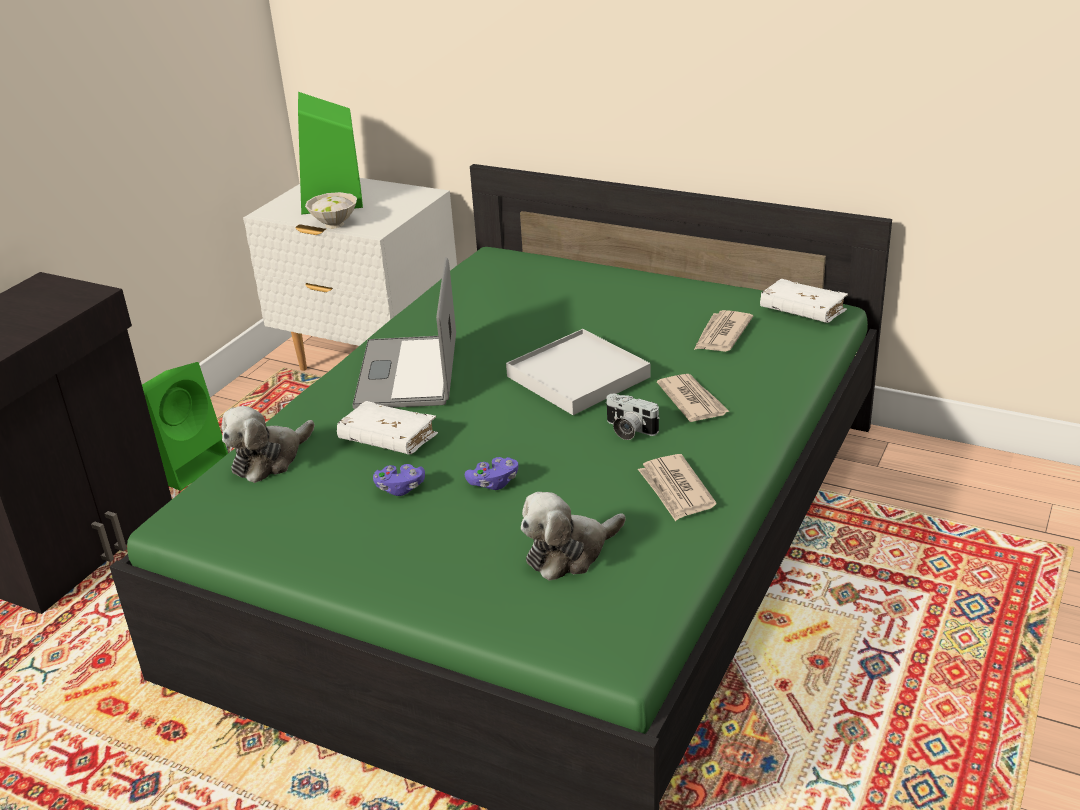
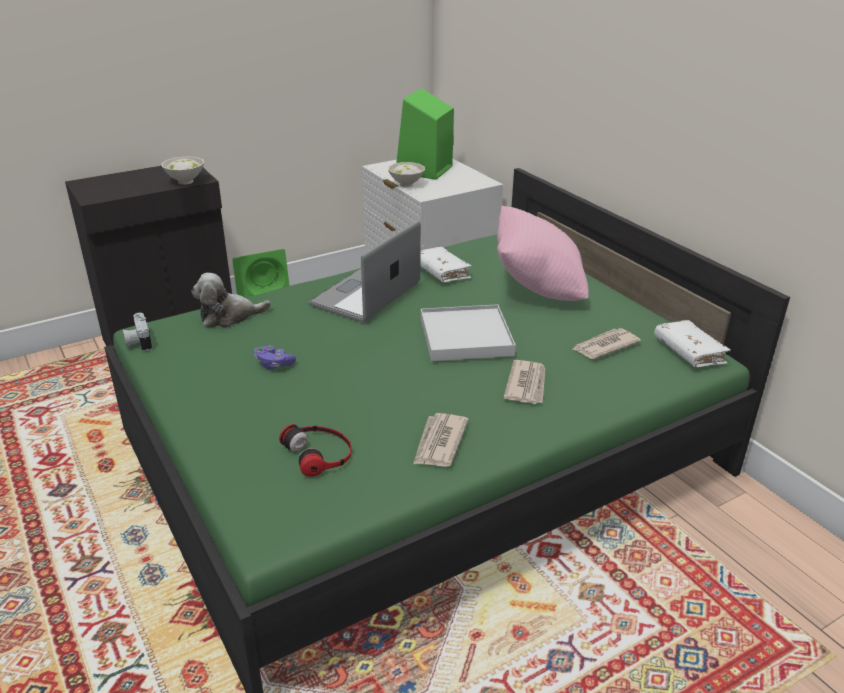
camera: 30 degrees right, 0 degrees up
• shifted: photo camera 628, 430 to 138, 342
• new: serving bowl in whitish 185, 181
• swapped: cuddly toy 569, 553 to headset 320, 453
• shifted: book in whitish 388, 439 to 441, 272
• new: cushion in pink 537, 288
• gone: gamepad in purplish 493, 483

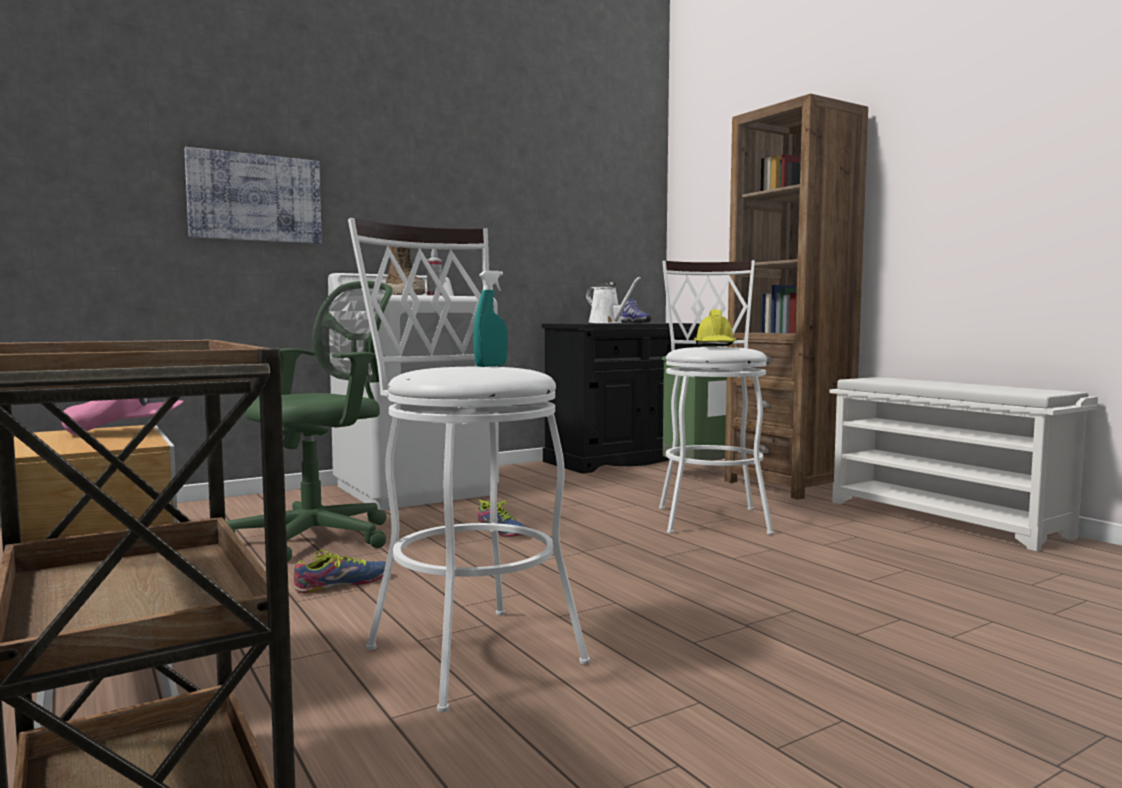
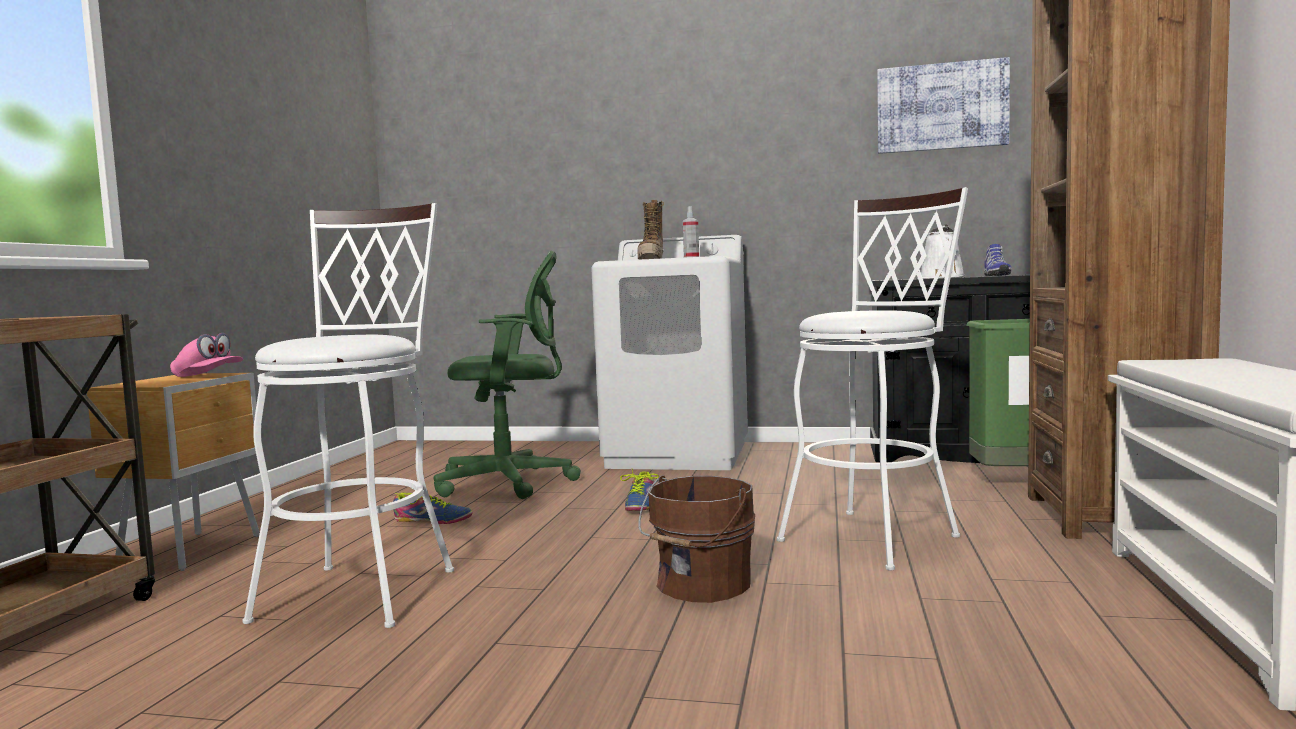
camera: 45 degrees right, 0 degrees up
• new: pail in brown-coloured 700, 585
• shifted: wall picture 255, 198 to 941, 107
• gone: sprayer in turquoise-coloured 491, 366
• gone: work helmet in yellow 715, 347

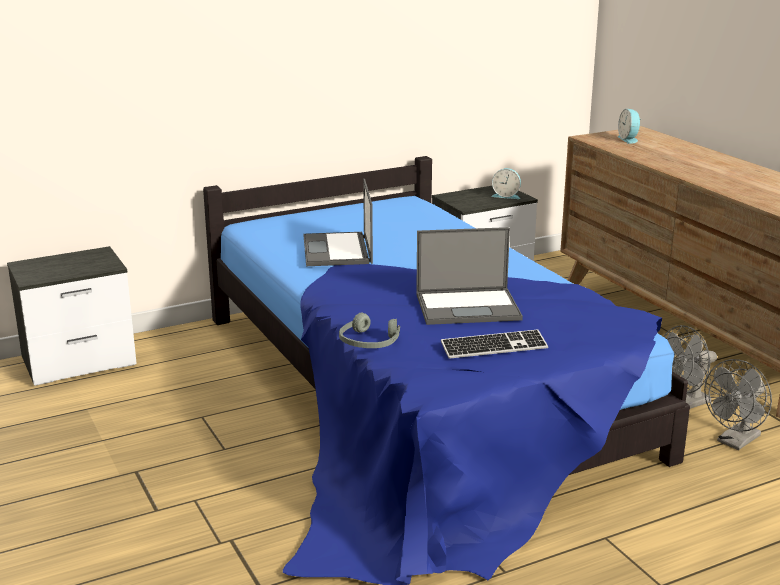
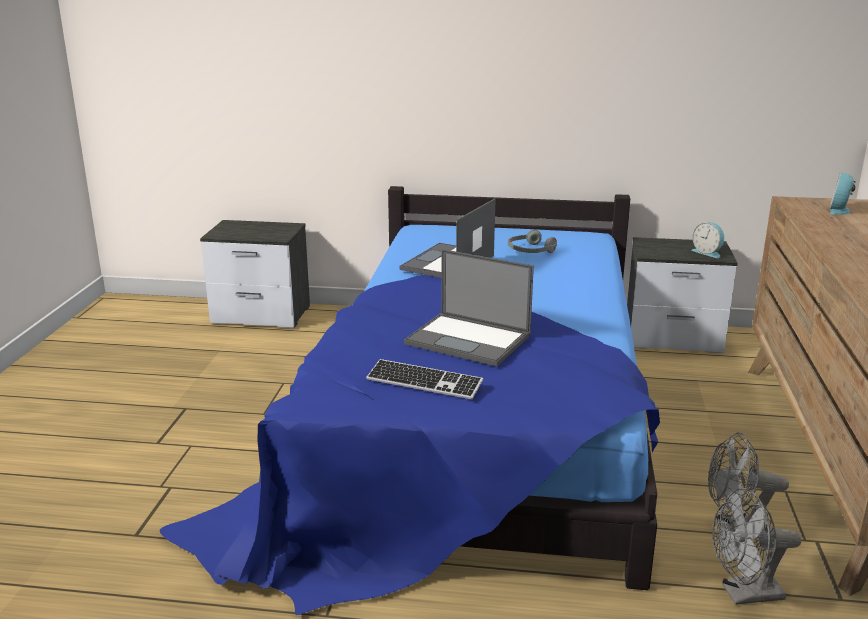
camera: 35 degrees right, 0 degrees up
• shifted: headset in greyish 369, 342 to 530, 250

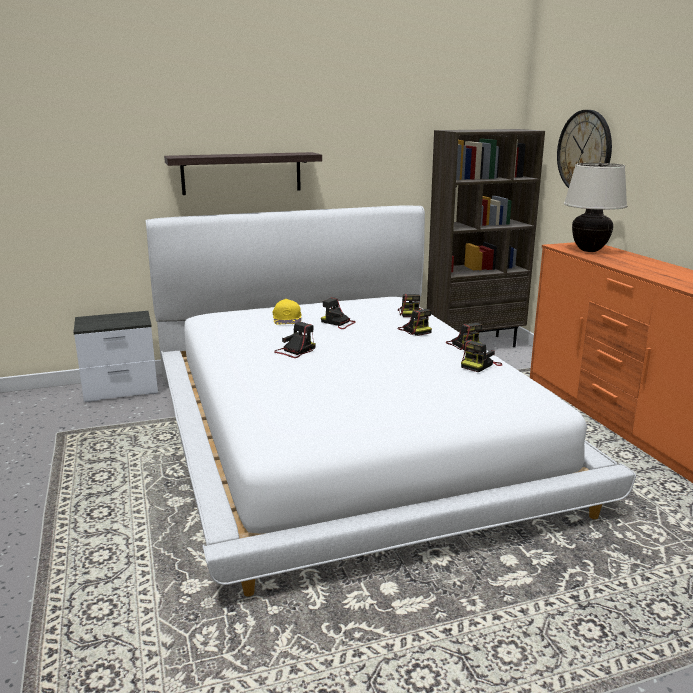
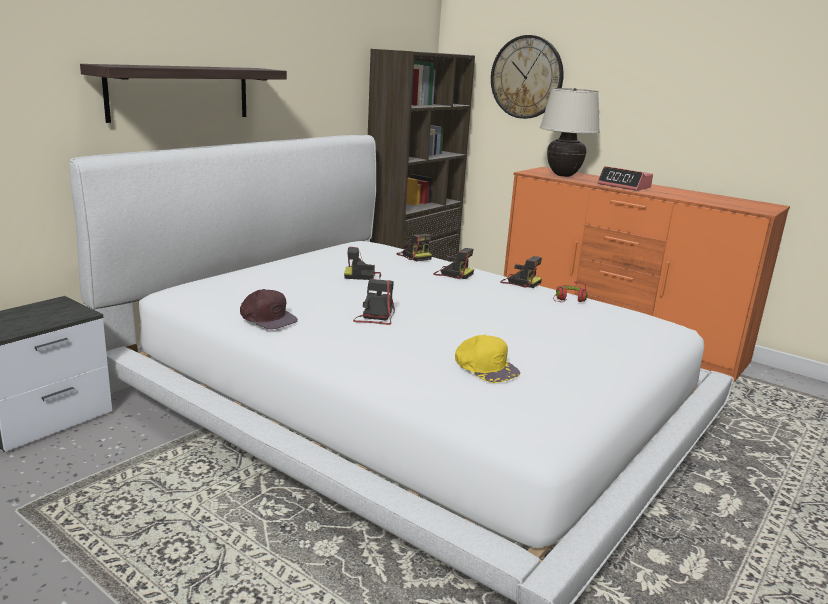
camera: 35 degrees left, 0 degrees up
• new: cap in brown-coloured 267, 318
• shifted: cap in yellow 287, 318 to 485, 367
• swapped: photo camera 480, 365 to headset in red-coloured 568, 300
• new: alarm clock 624, 186

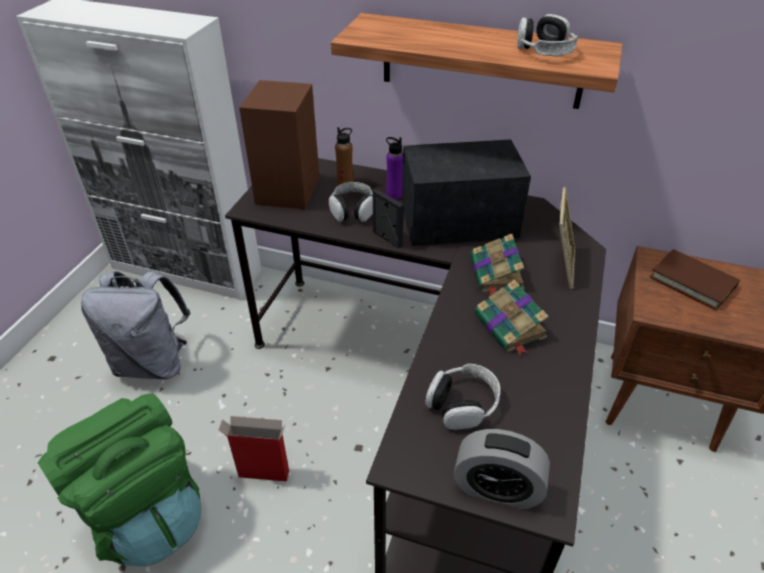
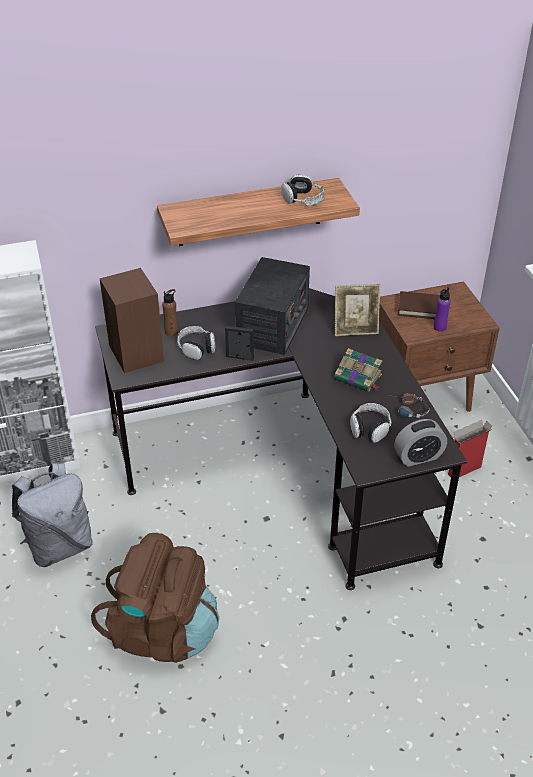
camera: 35 degrees left, 0 degrees up
• repainted: rucksack in green-coloured 145, 513 to rucksack in brown-coloured 163, 631
• rotated: radio set 459, 221 = 272, 326 150 degrees clockwise
• rotated: standing frame 560, 266 = 355, 330 105 degrees clockwise
• new: headset 406, 410
• shifted: bottle in purplish 394, 194 to 439, 327
• shifted: carton 262, 474 to 463, 471
• gone: book 496, 274

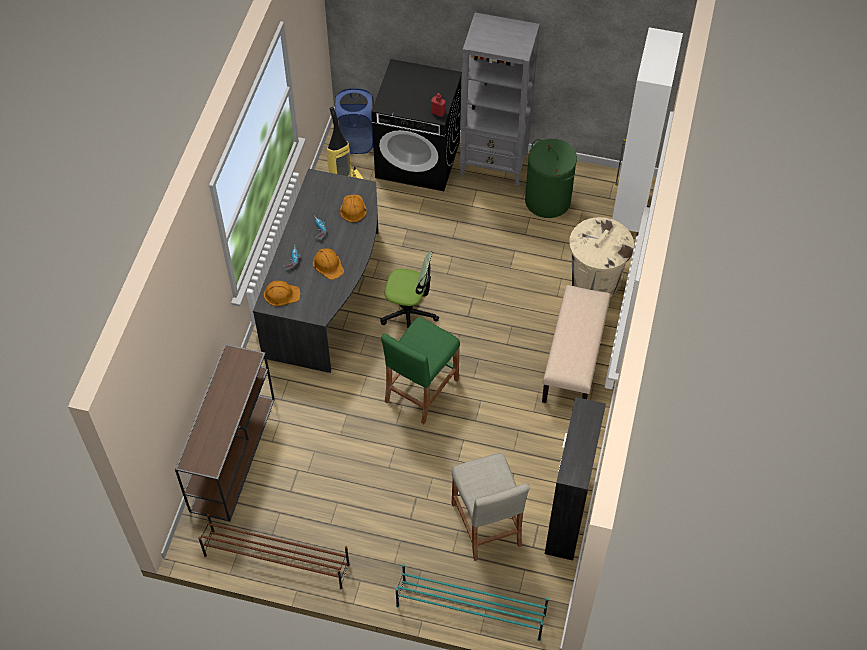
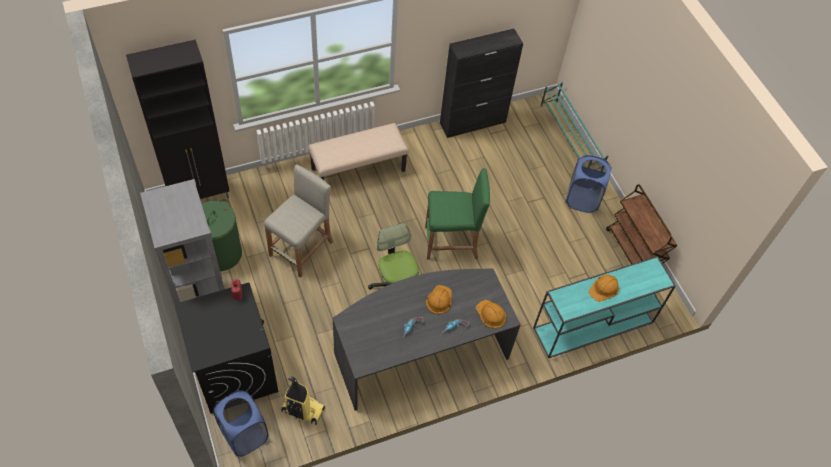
camera: 130 degrees left, 0 degrees up
• repainted: cupboard in whitish 629, 214 to cupboard in blackish 200, 196
• shifted: stool in sand-coloured 486, 524 to 301, 249
• repainted: narrow table in brown-coloured 233, 453 to narrow table in turquoise-coloured 592, 326
• new: hamper in bluish 582, 199
• shifted: work helmet in orange 353, 208 to 604, 289
• swapped: shoe stand in brown-coloured 276, 559 to cart in brown-coloured 633, 251
• gone: rubbish bin in sand-coloured 594, 282

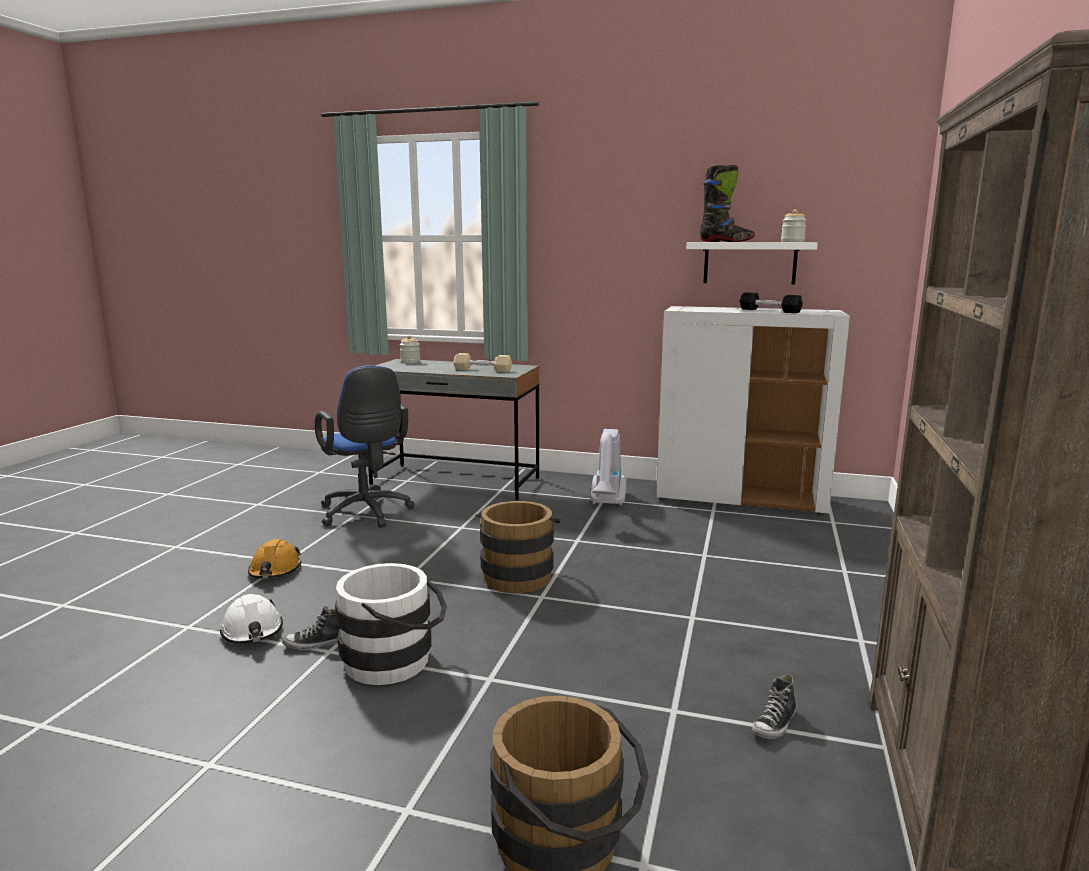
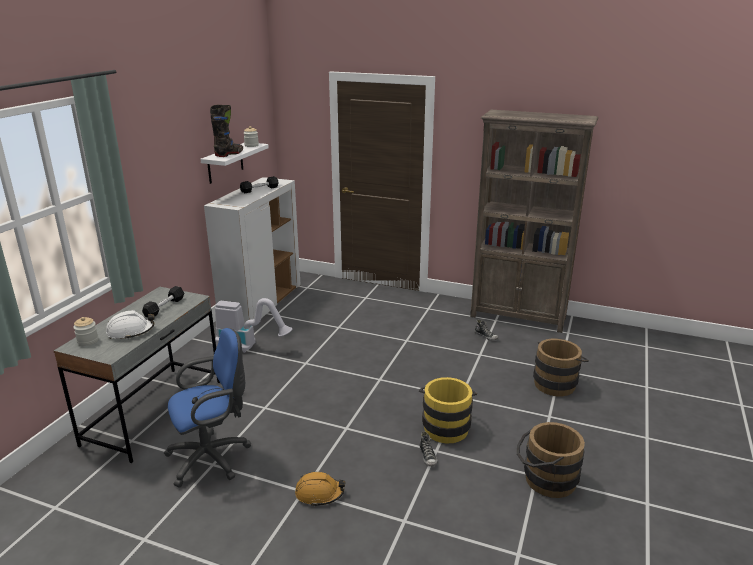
camera: 85 degrees left, 10 degrees up
• shifted: work helmet in whitish 252, 631 to 130, 332
• repainted: free weight in sand-coloured 482, 370 to free weight in blackish 164, 307
• repainted: pail in whitish 396, 660 to pail in yellow 445, 426
• shifted: pail in brown-coloured 518, 574 to 544, 479

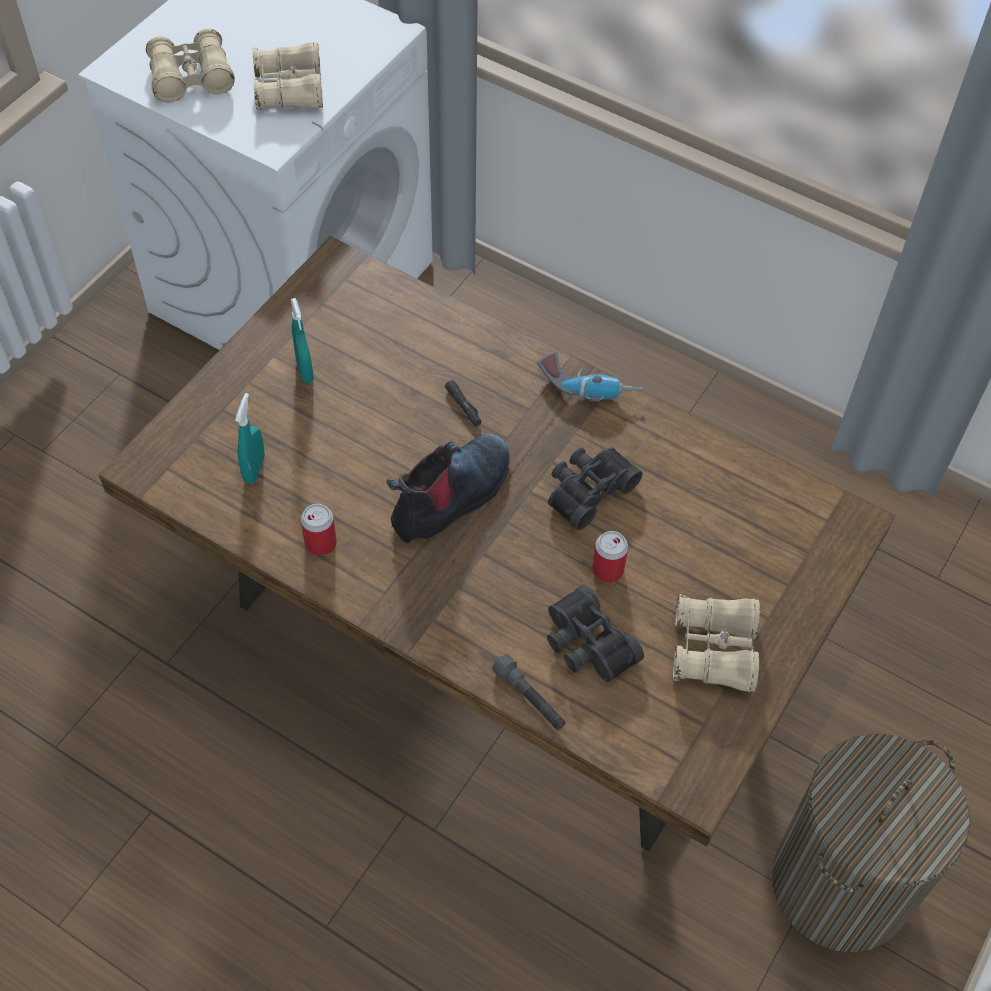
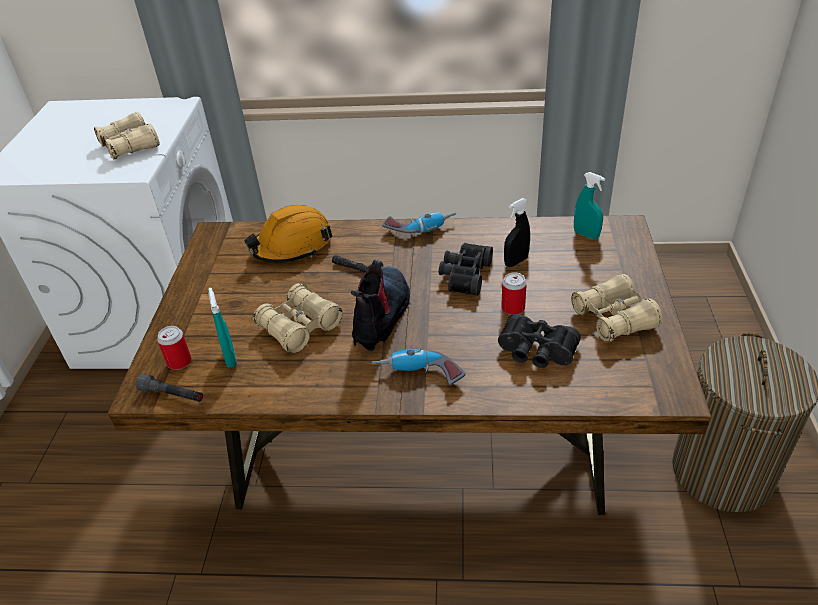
camera: 25 degrees left, 15 degrees down
• shifted: flashlight in greyish 530, 698 to 173, 395
• shifted: metal can 320, 543 to 179, 362
• new: work helmet in orange 292, 246
• shifted: pair of binoculars in sand-coloured 191, 78 to 300, 327
• new: power drill 418, 375
• new: sprayer in blackish 516, 262
• shifted: sprayer in turquoise-coloured 305, 370 to 586, 235

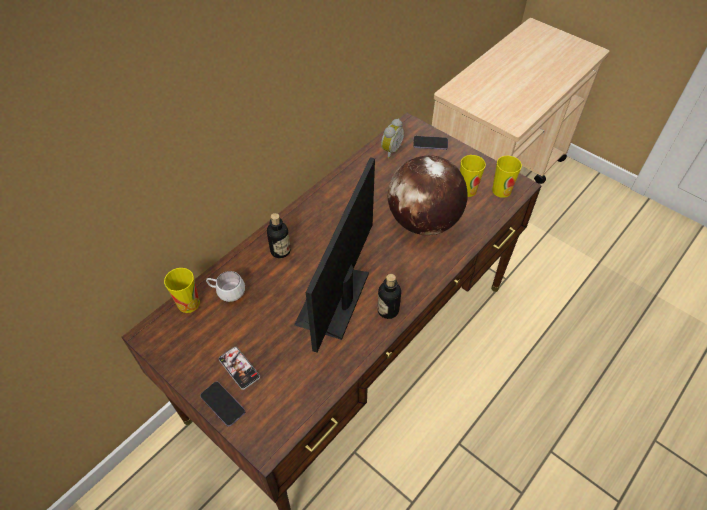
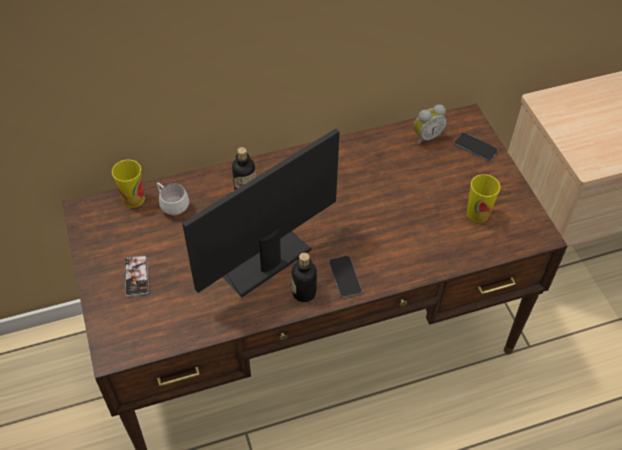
camera: 30 degrees right, 0 degrees up
• shifted: phone 223, 404 to 345, 277
• gone: desk globe 423, 222
• gone: drinking cup 501, 190

